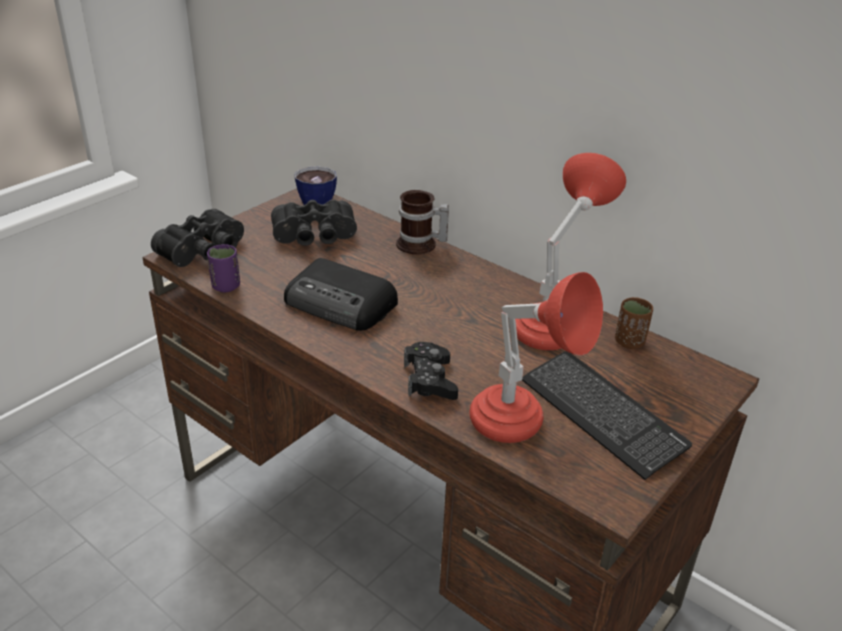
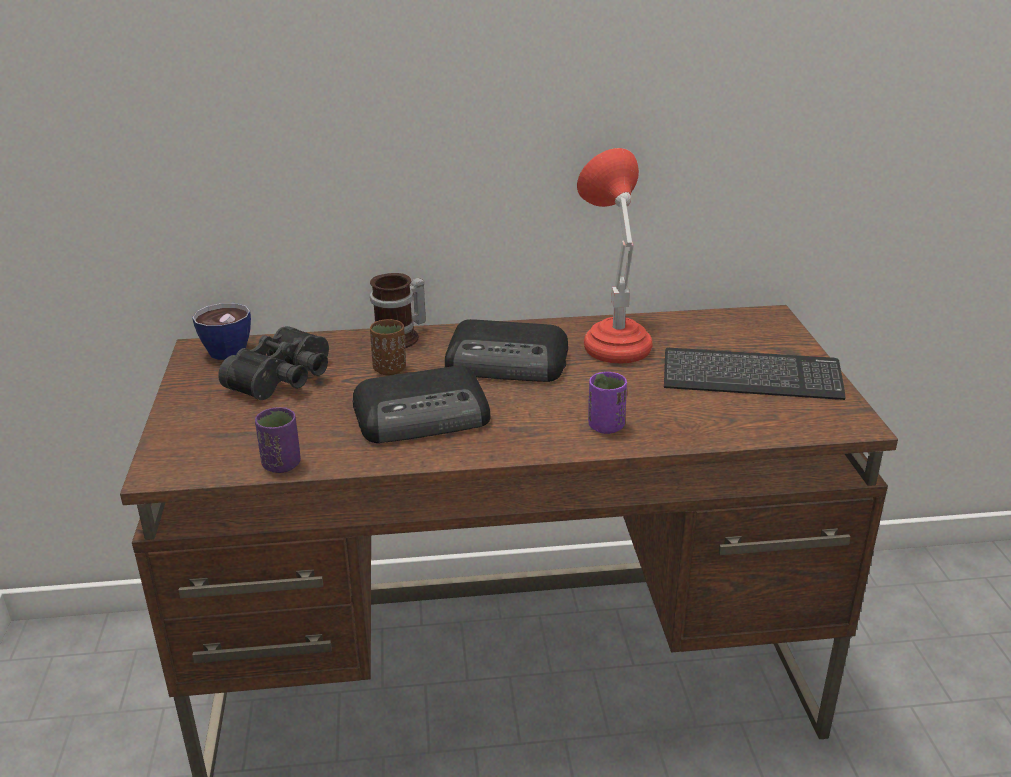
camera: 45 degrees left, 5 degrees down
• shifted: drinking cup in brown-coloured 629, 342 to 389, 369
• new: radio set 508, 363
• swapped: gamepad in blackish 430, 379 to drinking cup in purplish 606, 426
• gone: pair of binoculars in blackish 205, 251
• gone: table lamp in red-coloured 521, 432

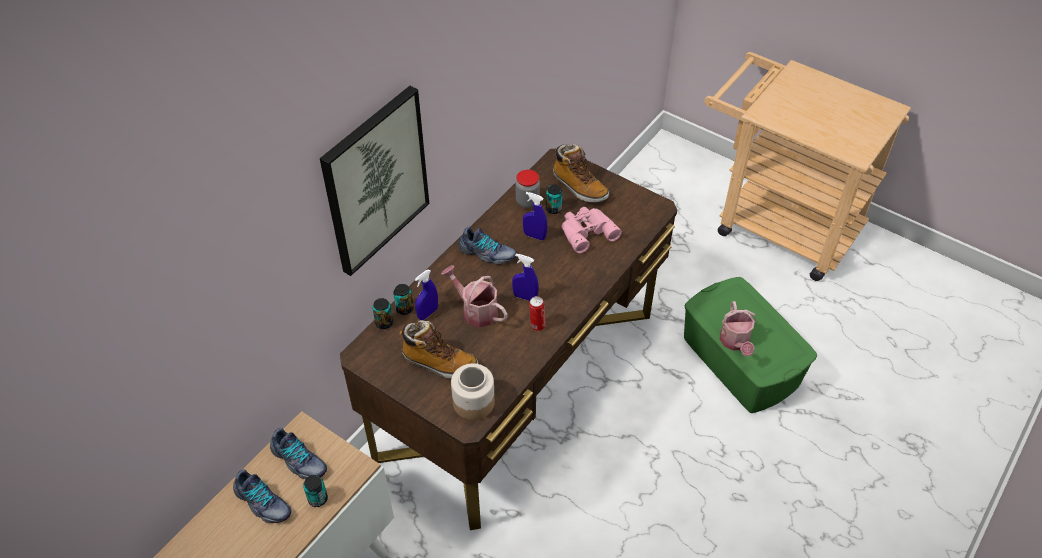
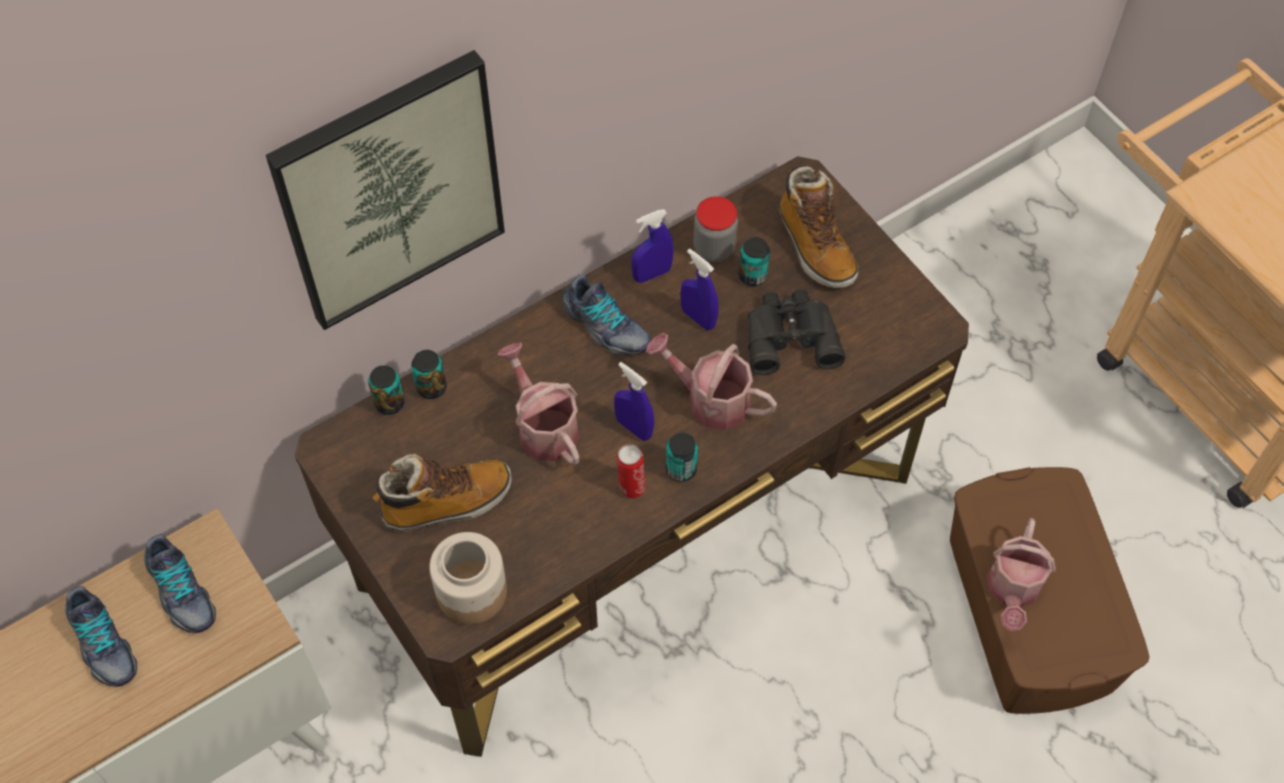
camera: 20 degrees right, 10 degrees up
• rotated: high-top boot 439, 363 = 446, 503 60 degrees counterclockwise
• shifted: sprayer in bluish 427, 313 to 652, 274
• new: sprinkling can 710, 400
• shifted: metal can 318, 499 to 681, 469
• repainted: pair of binoculars in pink 586, 231 to pair of binoculars in blackish 790, 335
• repainted: storage container in green-coloured 740, 362 to storage container in brown-coloured 1028, 613

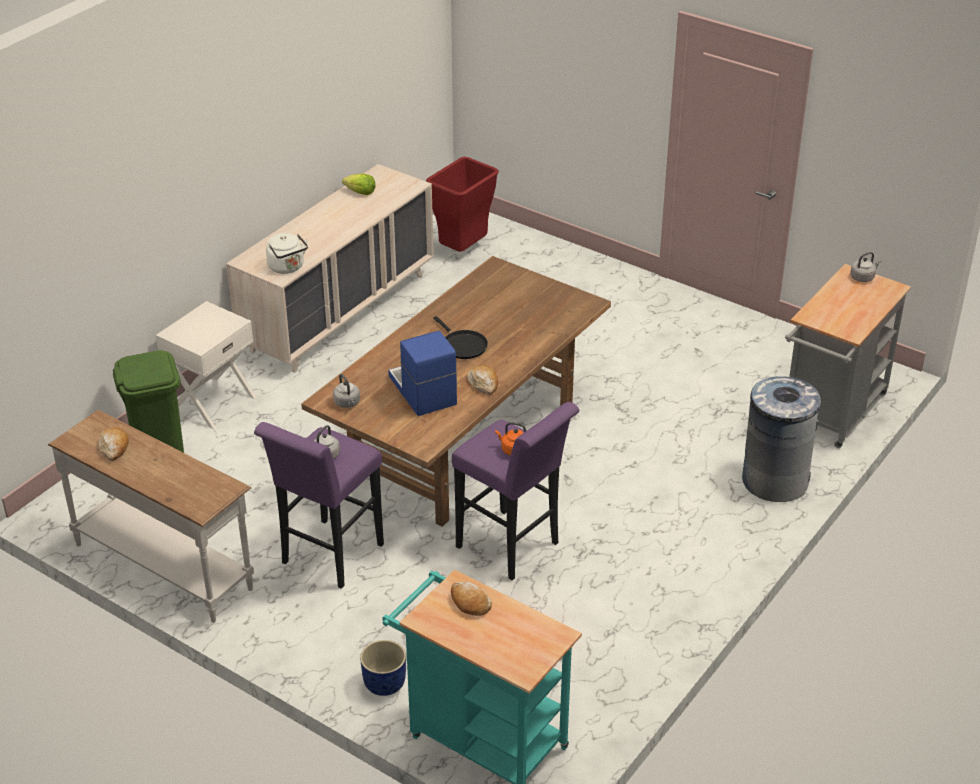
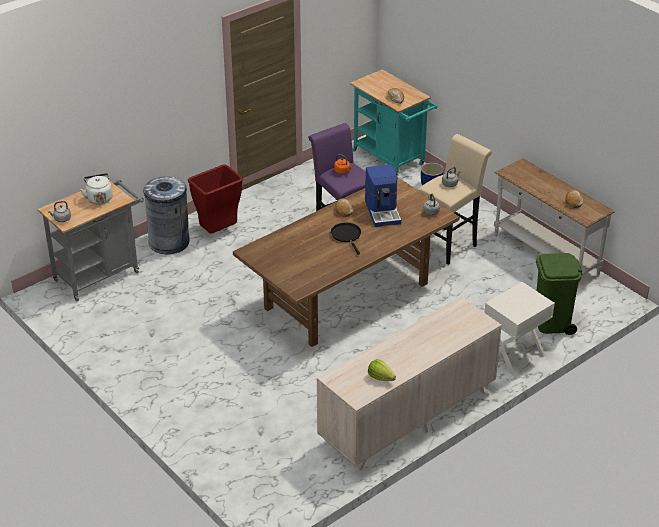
camera: 165 degrees left, 0 degrees up
• shifted: water kettle in whitish 287, 268 to 99, 198
• shifted: rubbish bin in red-coloured 463, 250 to 218, 232
• repainted: stool in purplish 328, 558 to stool in sand-coloured 449, 244

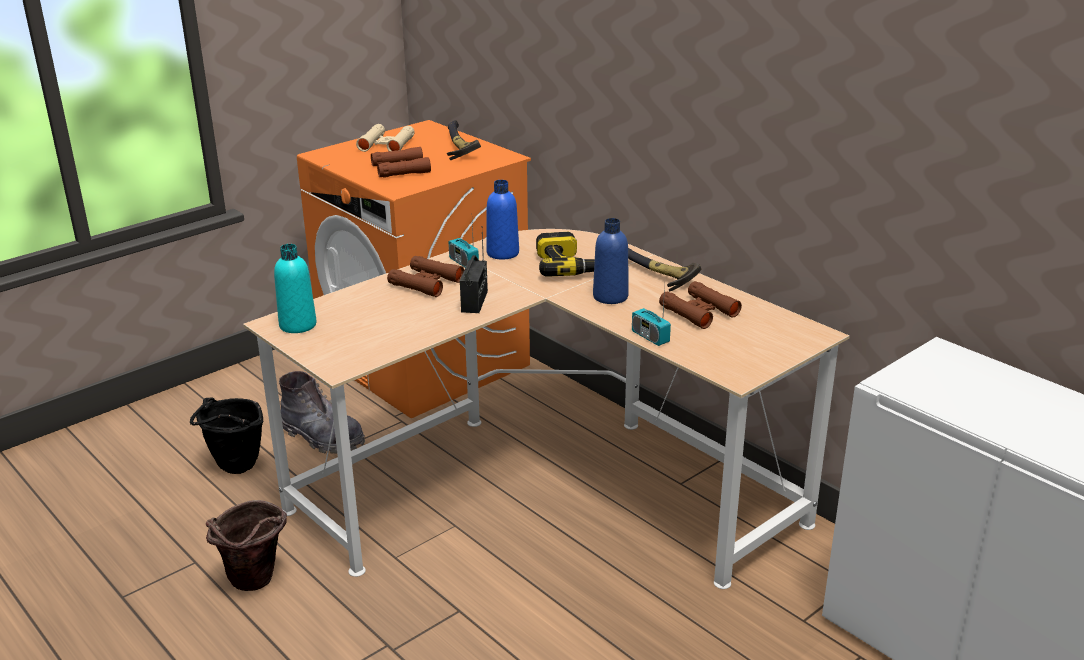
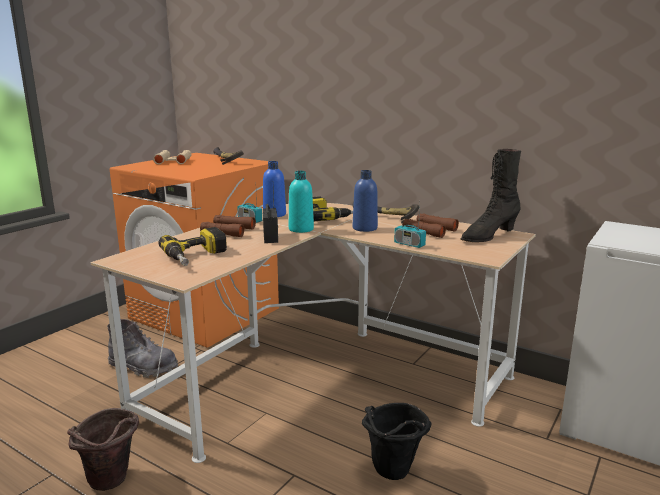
camera: 15 degrees left, 10 degrees down
• new: power drill 197, 257
• shifted: bottle in turquoise-coloured 298, 325 to 301, 229
• shifted: pail in blackish 234, 469 to 392, 474
• new: high-top boot in blackish 488, 236
• gone: pair of binoculars in brown-coloured 400, 169

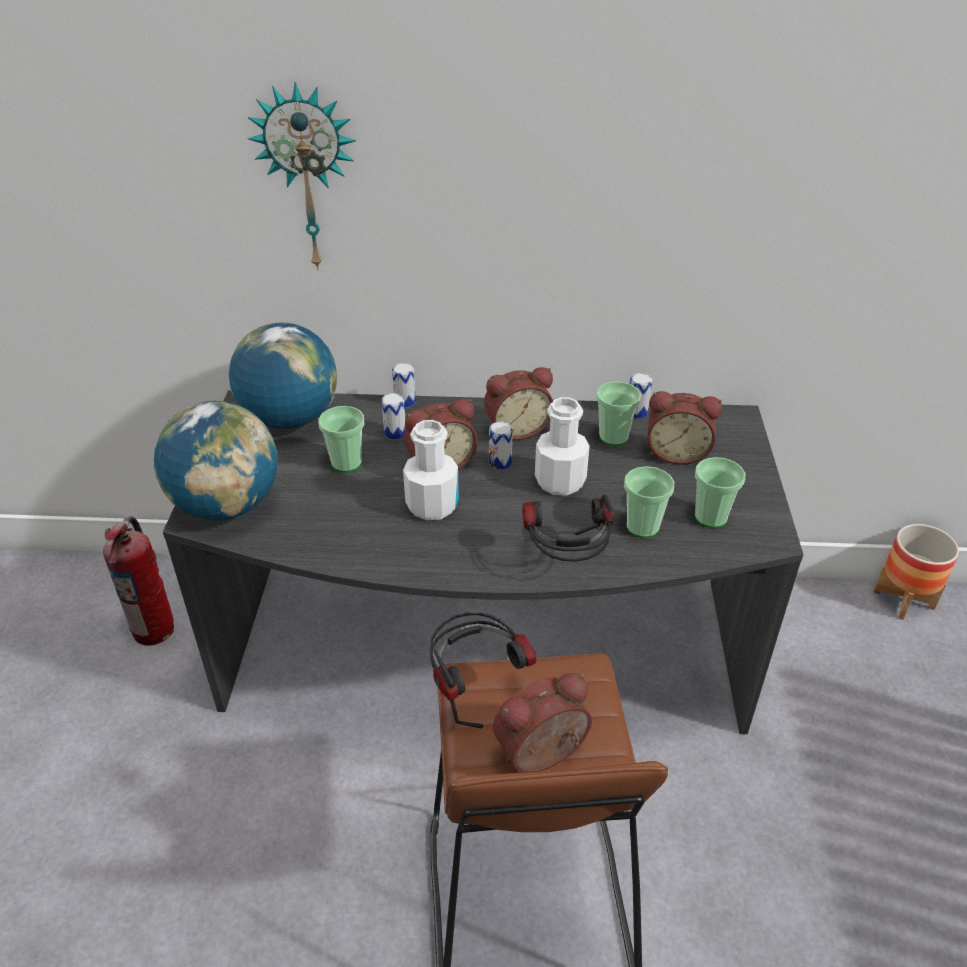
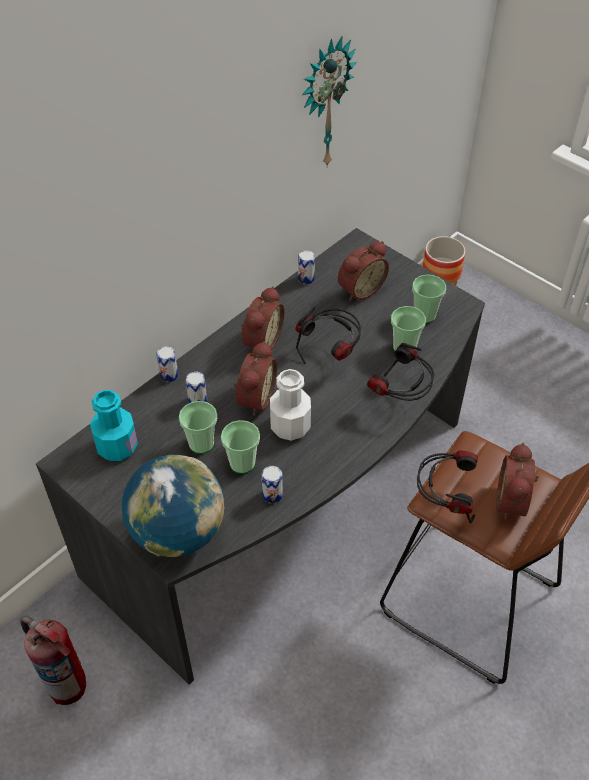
camera: 50 degrees left, 10 degrees up
• swapped: desk globe 290, 419 to bottle in turquoise-coloured 117, 447
• shifted: drinking cup 613, 437 to 242, 463
• shifted: metal can 500, 463 to 272, 495
• swapped: bottle in whitish 560, 481 to headset 331, 354
• shifted: hanging clock 308, 179 to 324, 104

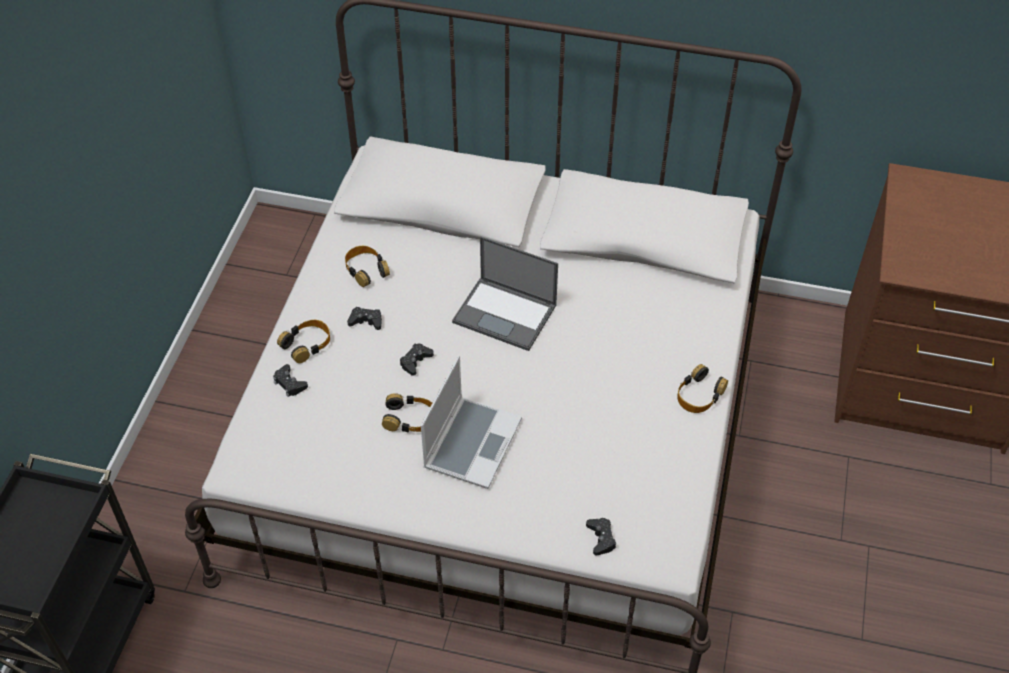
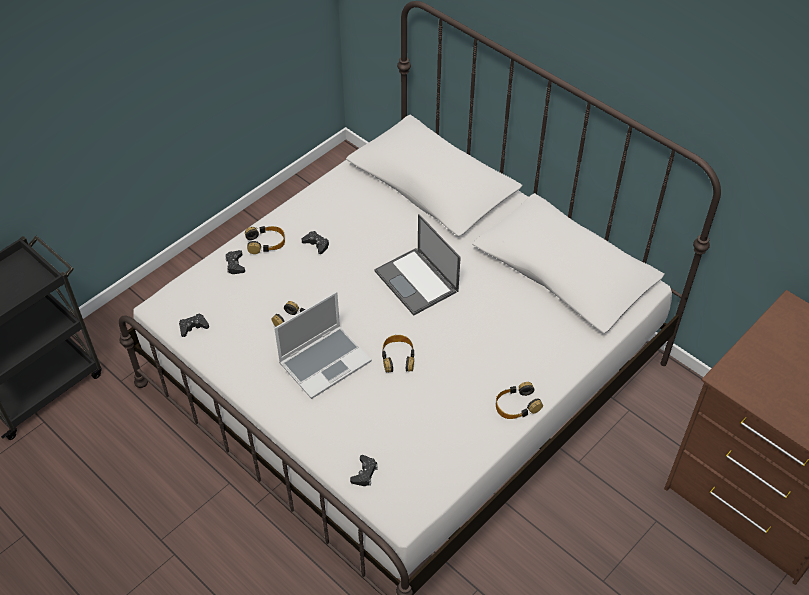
camera: 30 degrees right, 0 degrees up
• shifted: gamepad in blackish 415, 361 to 193, 327
• shifted: headset 366, 269 to 398, 357

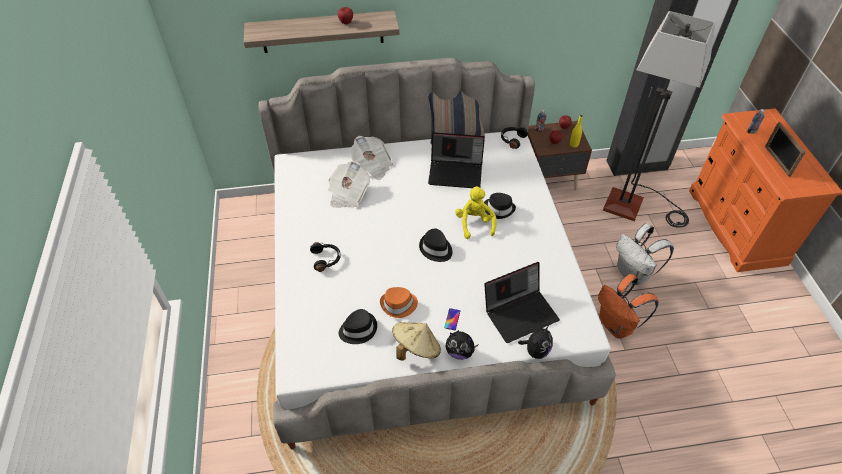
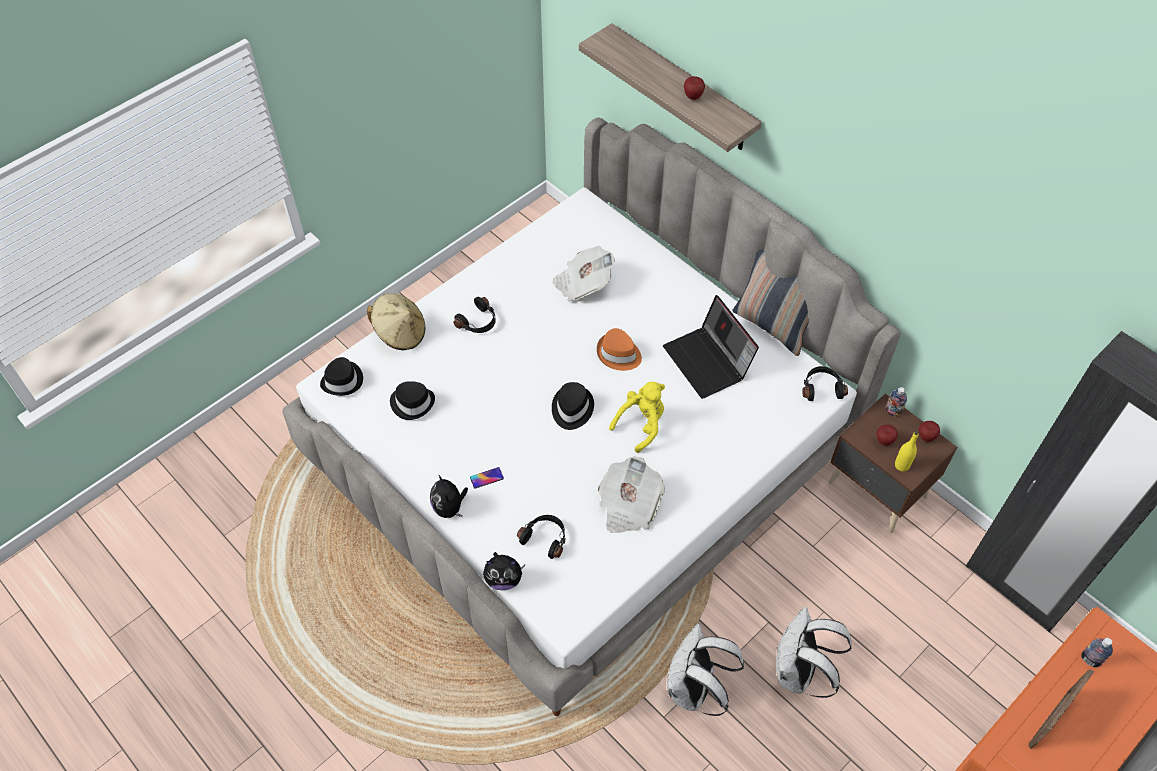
camera: 55 degrees right, 5 degrees up
• shifted: wearable hat in blackish 499, 209 to 343, 380
• shifted: wearable hat in sand-coloured 416, 348 to 400, 333
• swapped: notebook computer 520, 312 to headset in blackish 545, 538
• shifted: wearable hat in orange 399, 305 to 618, 354
• shifted: printed paper 372, 166 to 628, 506
• repainted: rucksack in orange 617, 325 to rucksack in whitish 694, 690
• gone: floor lamp 635, 206

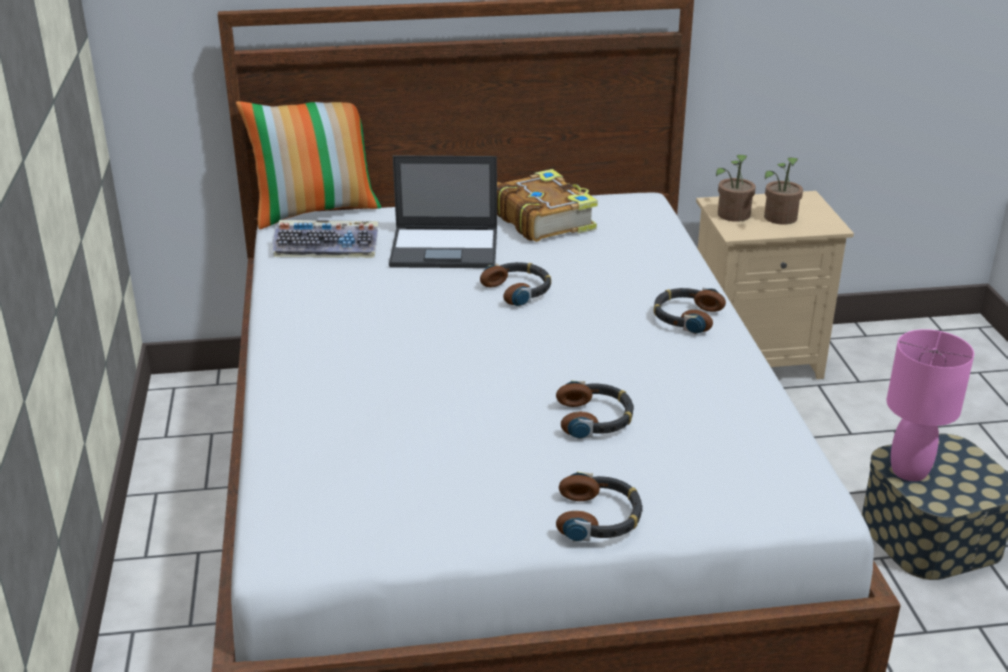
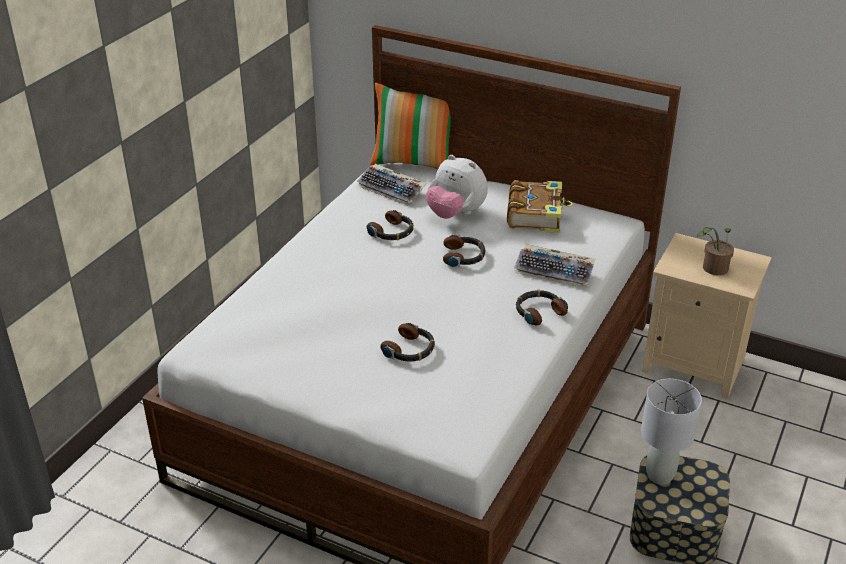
camera: 35 degrees right, 5 degrees up
• shifted: headset 599, 517 to 392, 232
• swapped: notebook computer 446, 248 to cuddly toy 455, 214
• new: keyboard 555, 271
• repainted: table lamp in pink 908, 471 to table lamp in greyish 659, 475
• gone: potted plant 732, 216

